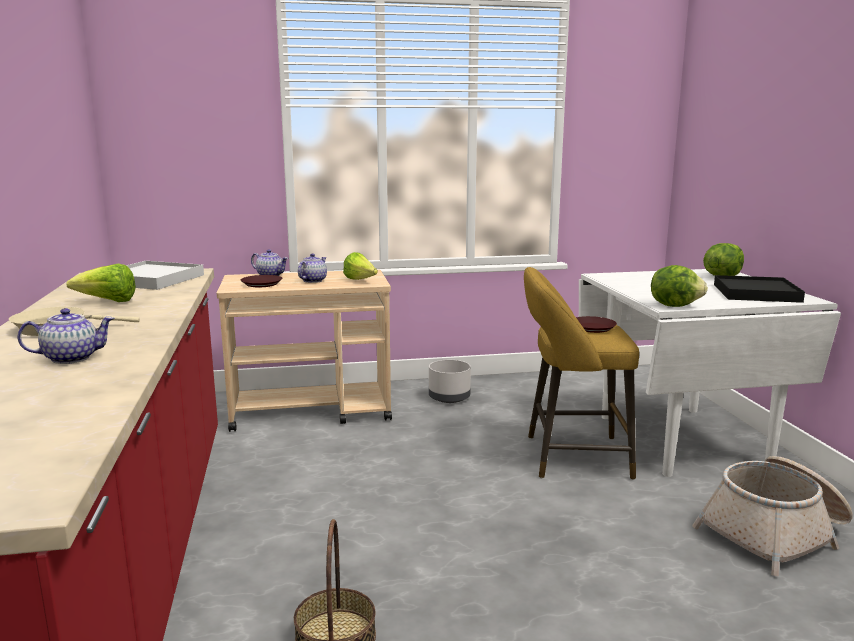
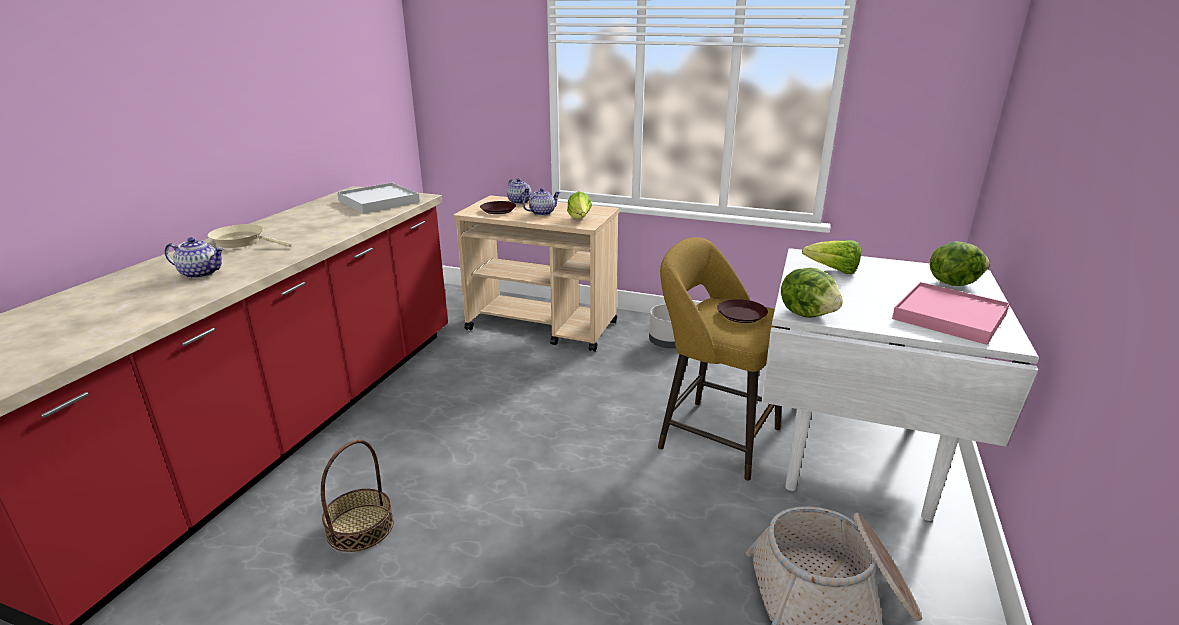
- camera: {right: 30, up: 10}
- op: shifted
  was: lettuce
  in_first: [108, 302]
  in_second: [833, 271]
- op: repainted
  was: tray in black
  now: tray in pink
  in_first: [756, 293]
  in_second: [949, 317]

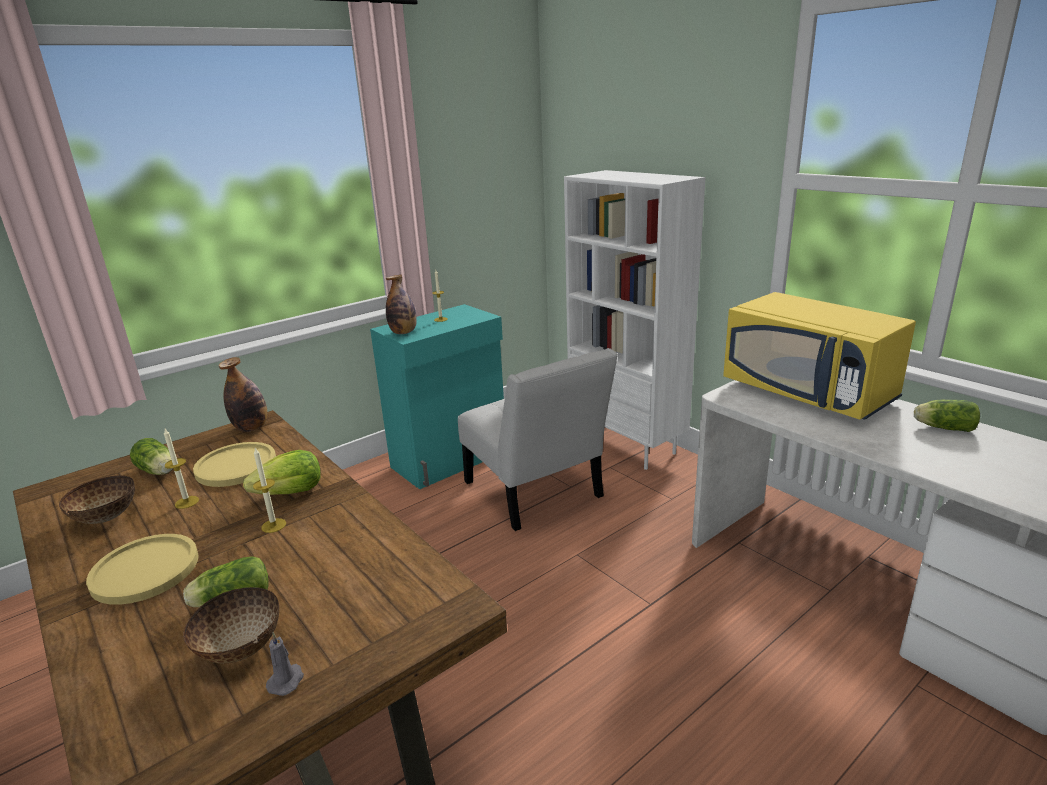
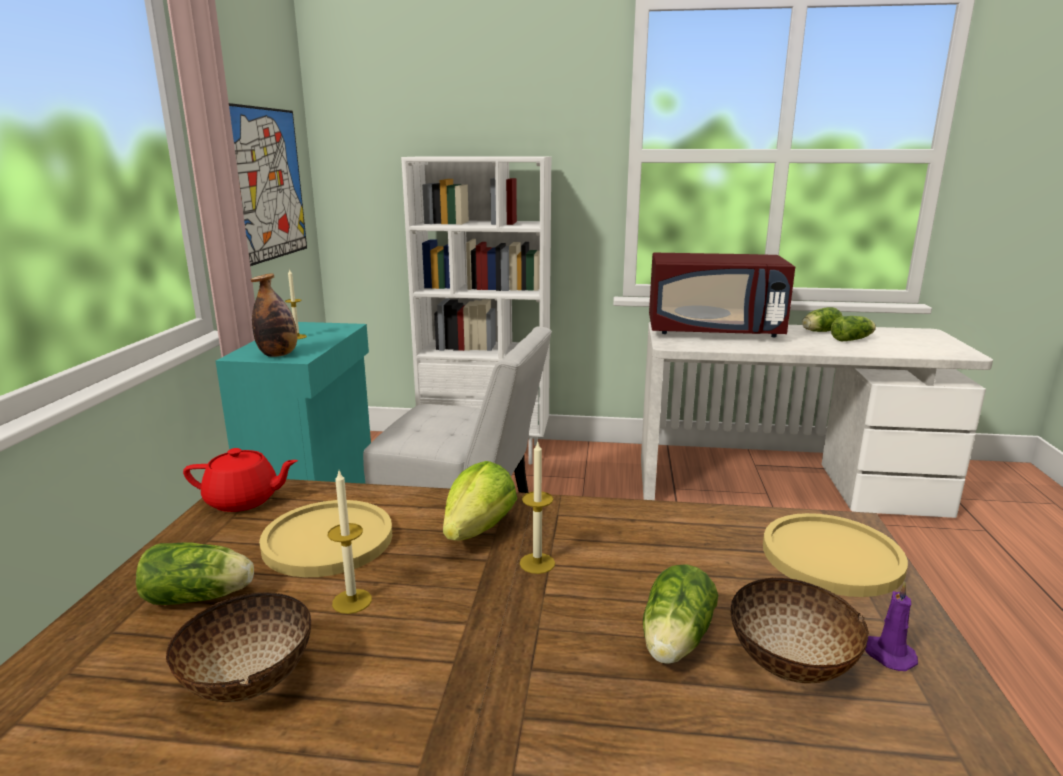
- camera: {right: -45, up: -5}
- op: shifted
  was: plate in yellow
  in_first: [145, 570]
  in_second: [831, 556]
- op: swapped
  was: bottle
  now: teapot in red
  in_first: [251, 428]
  in_second: [244, 500]
- op: repainted
  was: candle in grey
  now: candle in purple
  in_first: [286, 680]
  in_second: [887, 654]
- op: repainted
  was: microwave in yellow
  now: microwave in red
  in_first: [809, 393]
  in_second: [714, 331]
- op: new
  now: picture
  in_second: [265, 184]
- op: new
  now: lettuce
  in_second: [853, 339]

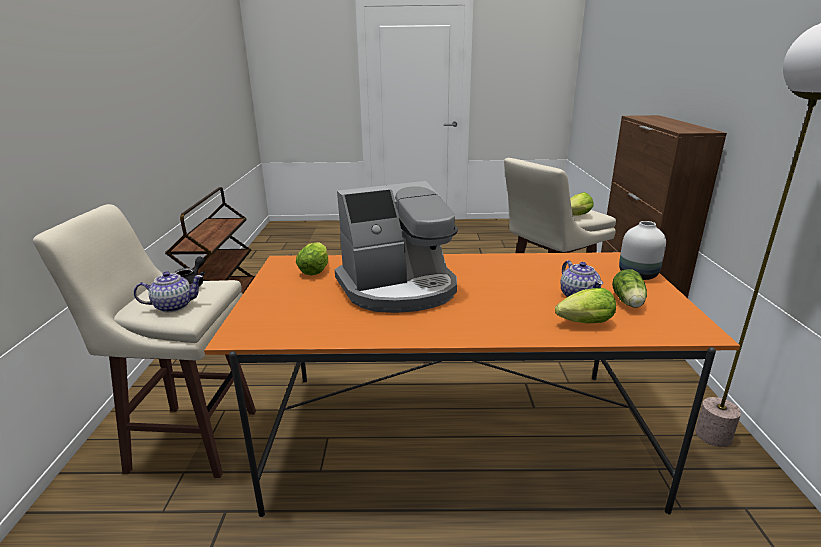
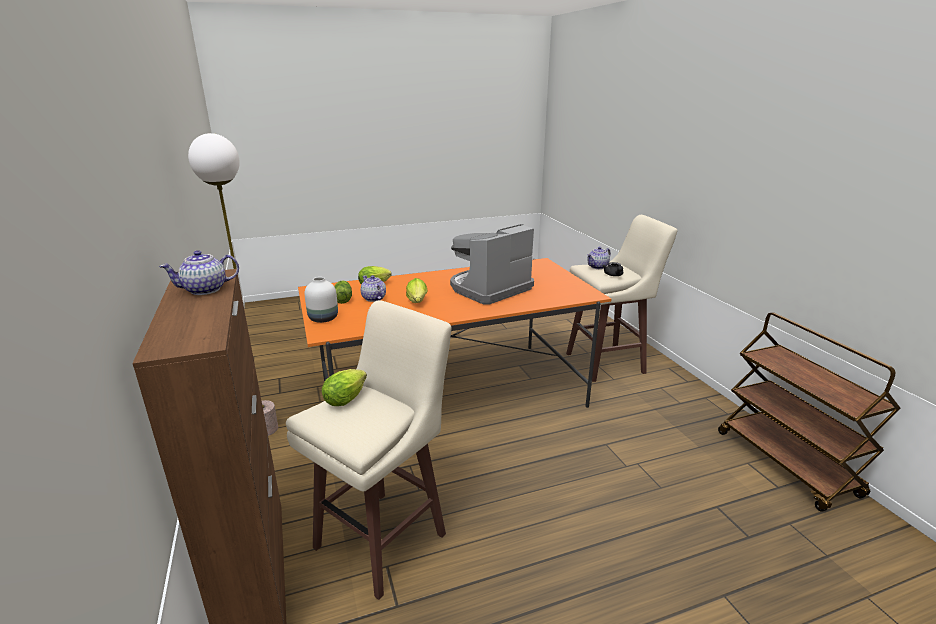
- camera: {right: 160, up: 0}
- op: shifted
  was: lettuce
  in_first: [316, 270]
  in_second: [417, 302]
- op: new
  now: teapot
  in_second: [206, 290]

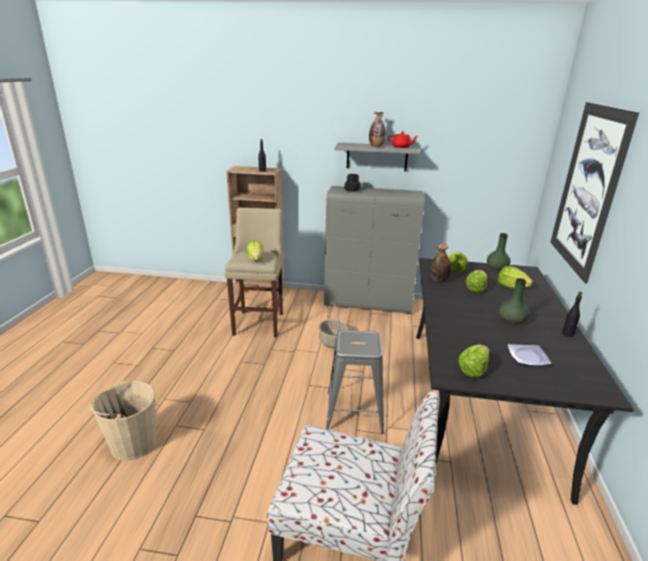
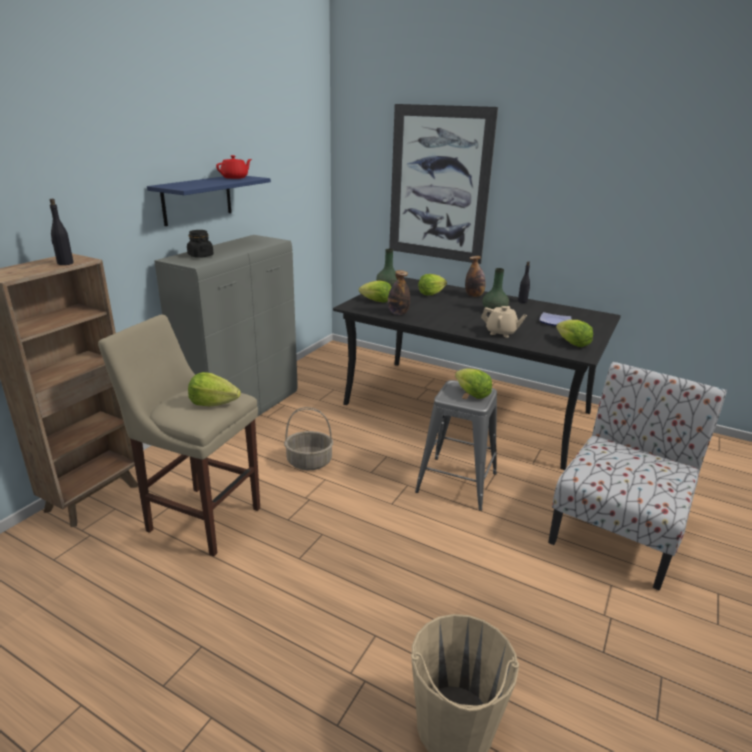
- camera: {right: -70, up: 0}
- op: repainted
  was: shelf in grey
  now: shelf in blue
  in_first: [377, 157]
  in_second: [197, 199]
- op: shifted
  was: bottle
  in_first: [376, 146]
  in_second: [474, 296]
- op: shifted
  was: lettuce
  in_first: [476, 289]
  in_second: [471, 394]
- op: new
  now: teapot in beige
  in_second: [501, 333]

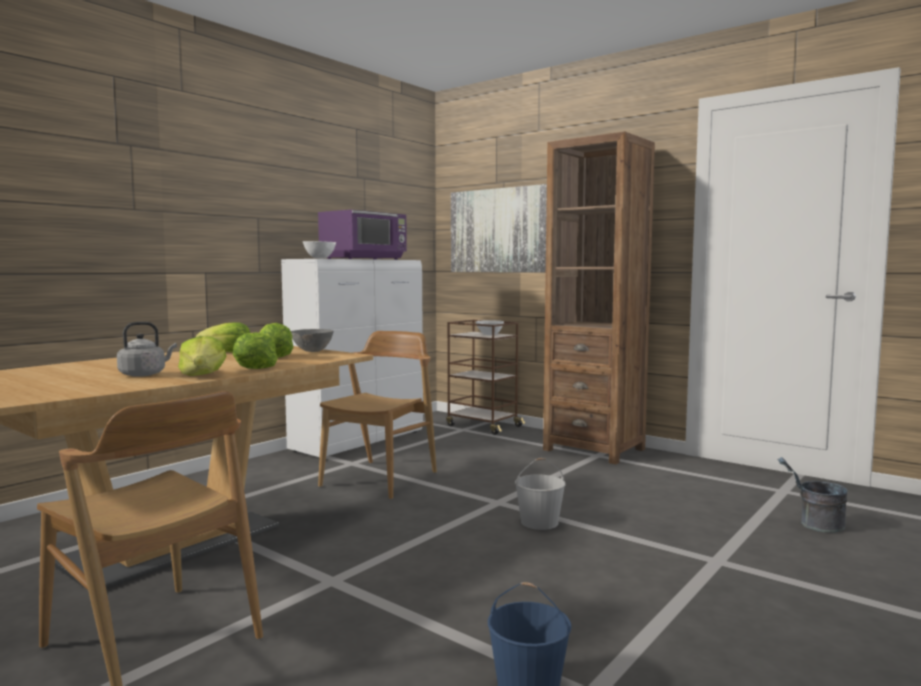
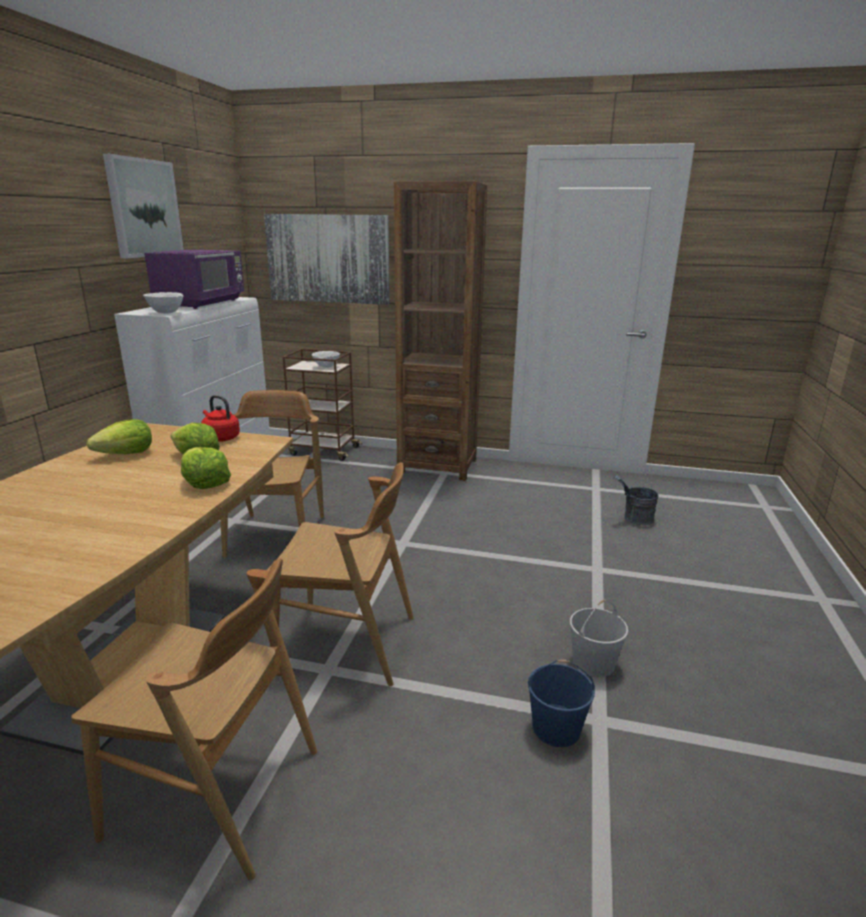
- camera: {right: -25, up: 15}
- op: gone
  was: kettle in grey
  in_first: [145, 374]
- op: gone
  was: lettuce
  in_first: [203, 375]
- op: swapped
  was: bowl in grey
  now: kettle in red
  in_first: [312, 351]
  in_second: [220, 438]
- op: shifted
  was: bucket in white
  in_first: [540, 522]
  in_second: [593, 662]
- op: new
  now: picture
  in_second: [144, 208]
- op: new
  now: chair in brown
  in_second: [347, 643]

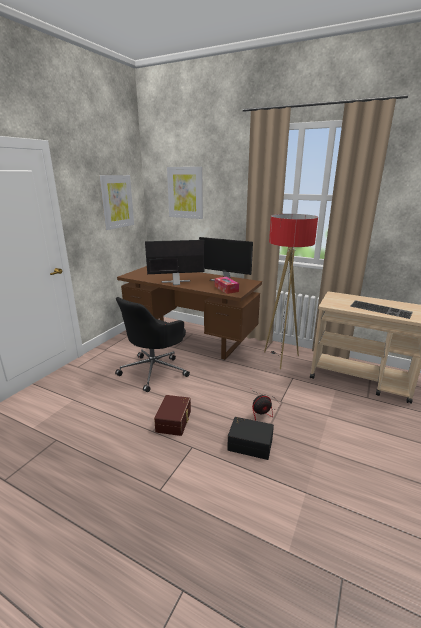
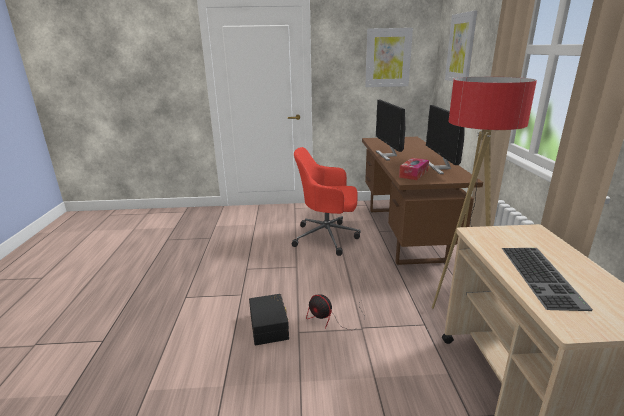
- camera: {right: 60, up: 0}
- op: repainted
  was: office chair in black
  now: office chair in red
  in_first: [154, 370]
  in_second: [327, 237]
- op: rotated
  was: monitor
  in_first: [176, 283]
  in_second: [388, 155]
  clockwise: -150
- op: gone
  was: storage box in brown
  in_first: [174, 421]

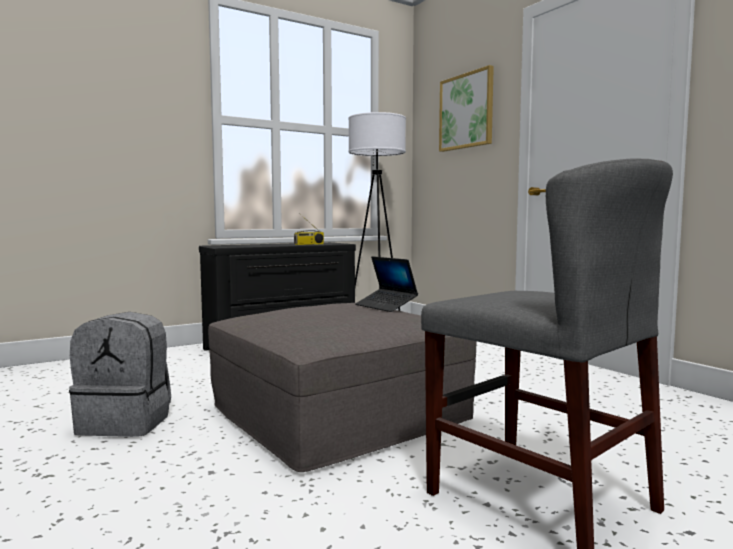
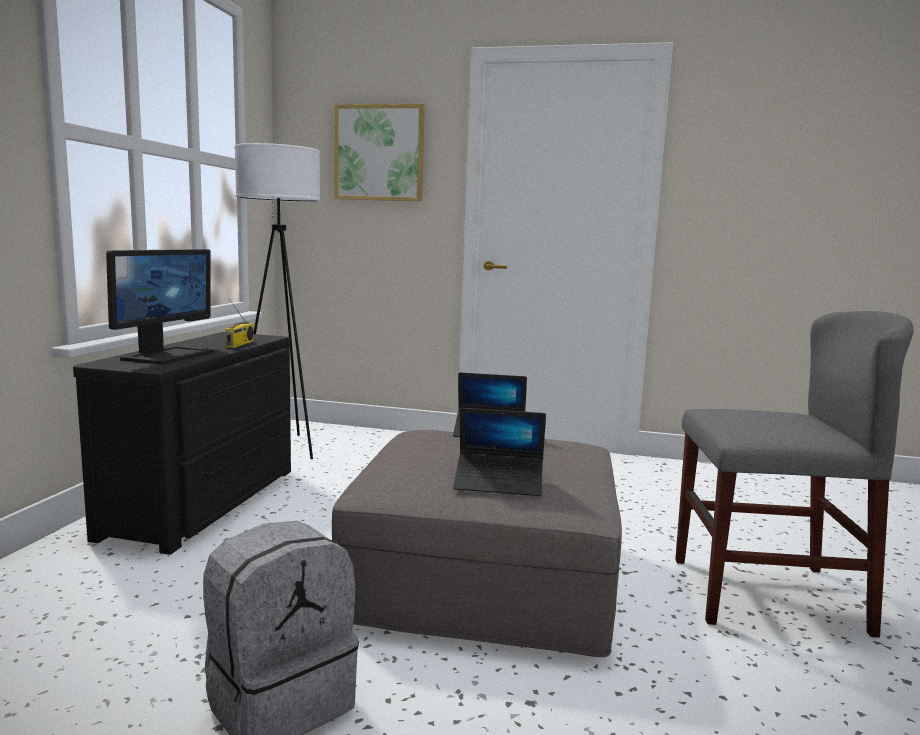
- camera: {right: -45, up: 5}
- op: new
  now: monitor
  in_second: [168, 355]
- op: new
  now: laptop
  in_second: [499, 483]

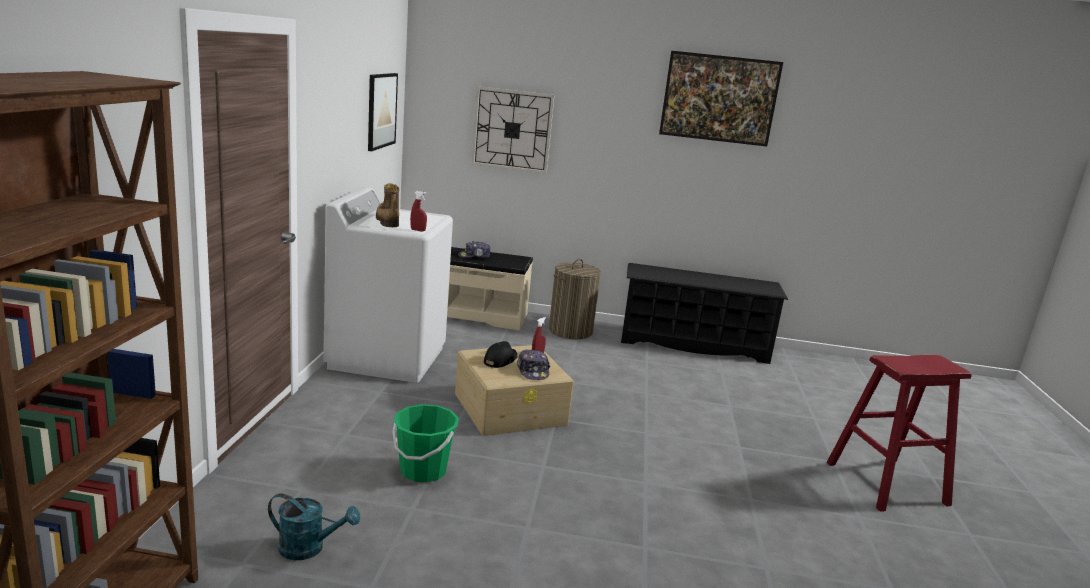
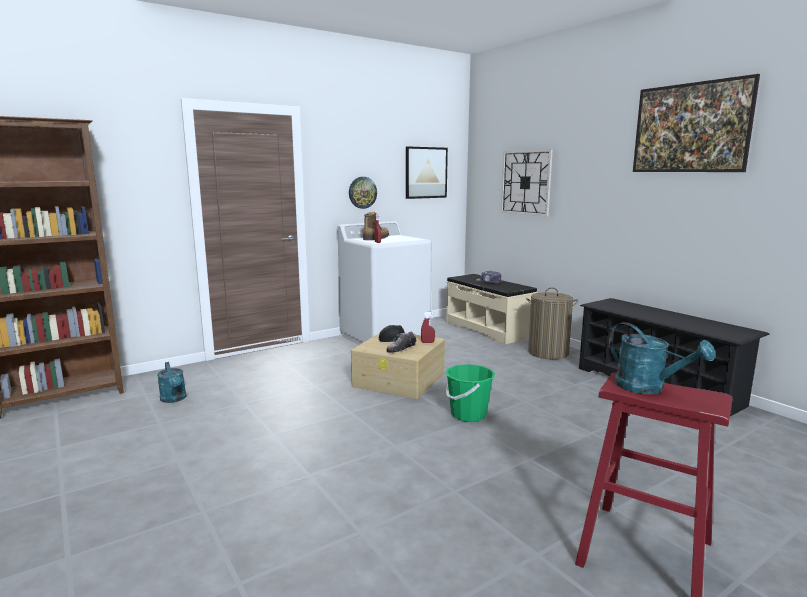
- camera: {right: 50, up: -5}
- op: shifted
  was: bucket in green
  in_first: [423, 471]
  in_second: [468, 414]
- op: swapped
  was: cap
  now: shoe
  in_first: [533, 371]
  in_second: [401, 349]
- op: new
  now: wall clock
  in_second: [362, 192]
- op: new
  now: watering can in turquoise
  in_second: [648, 388]

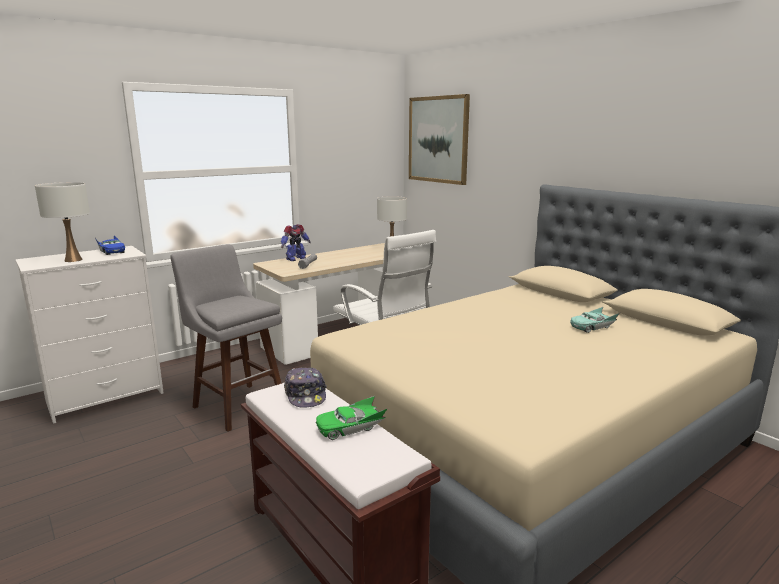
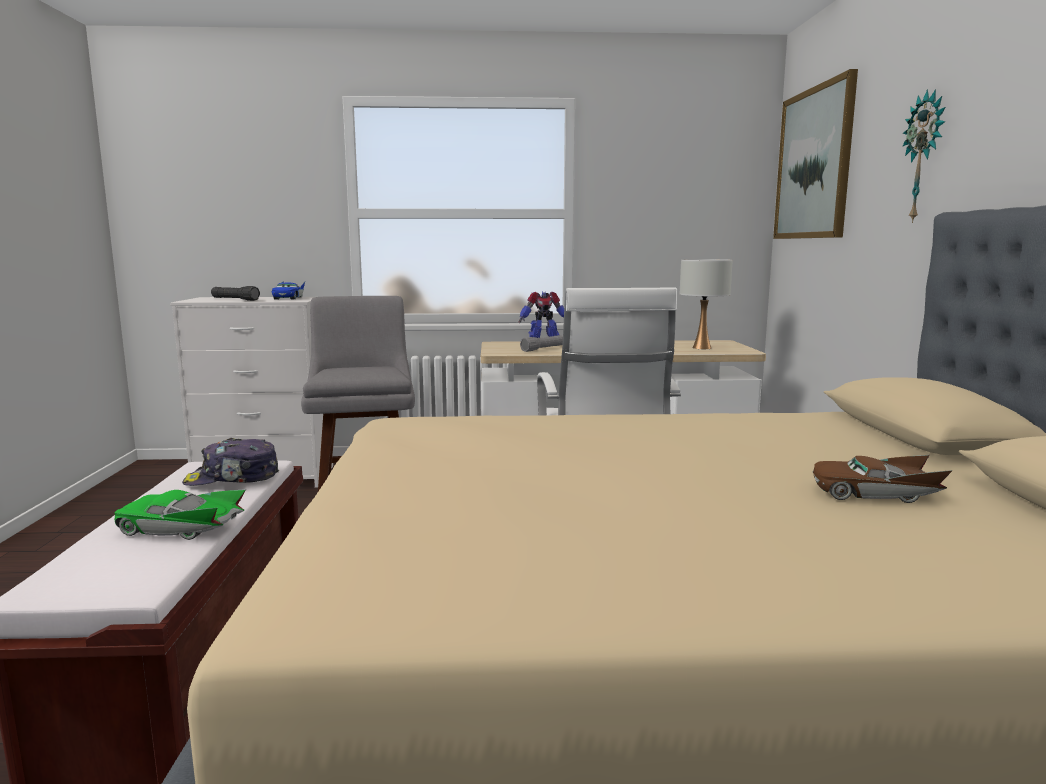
- camera: {right: 35, up: -5}
- op: swapped
  was: table lamp in white
  now: flashlight in black
  in_first: [73, 260]
  in_second: [235, 300]
- op: rotated
  was: cap
  in_first: [305, 395]
  in_second: [232, 479]
  clockwise: 60
- op: repainted
  was: toy car in turquoise
  now: toy car in brown
  in_first: [592, 326]
  in_second: [874, 494]
- op: new
  now: wall clock
  in_second: [925, 157]

